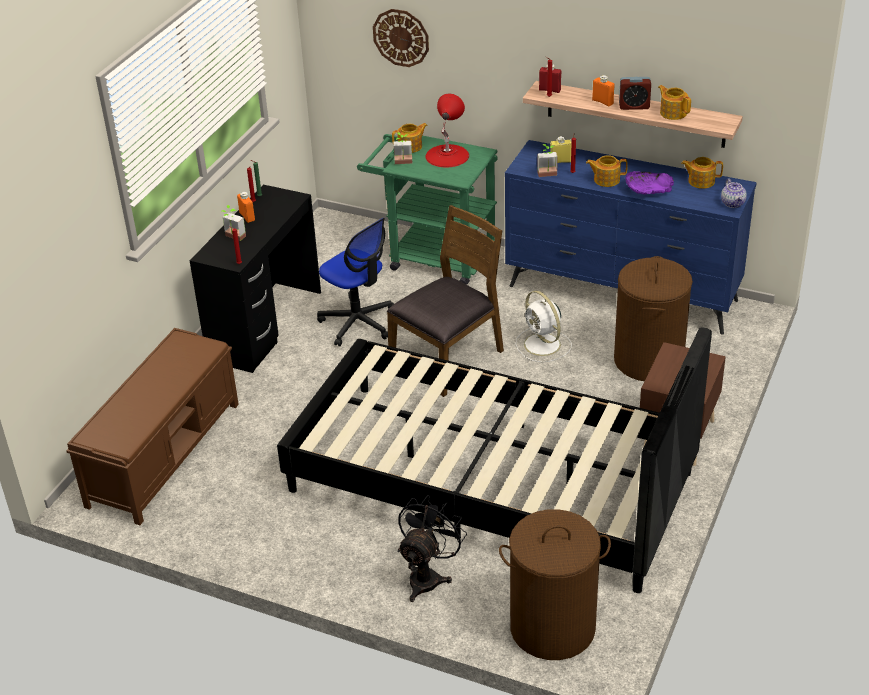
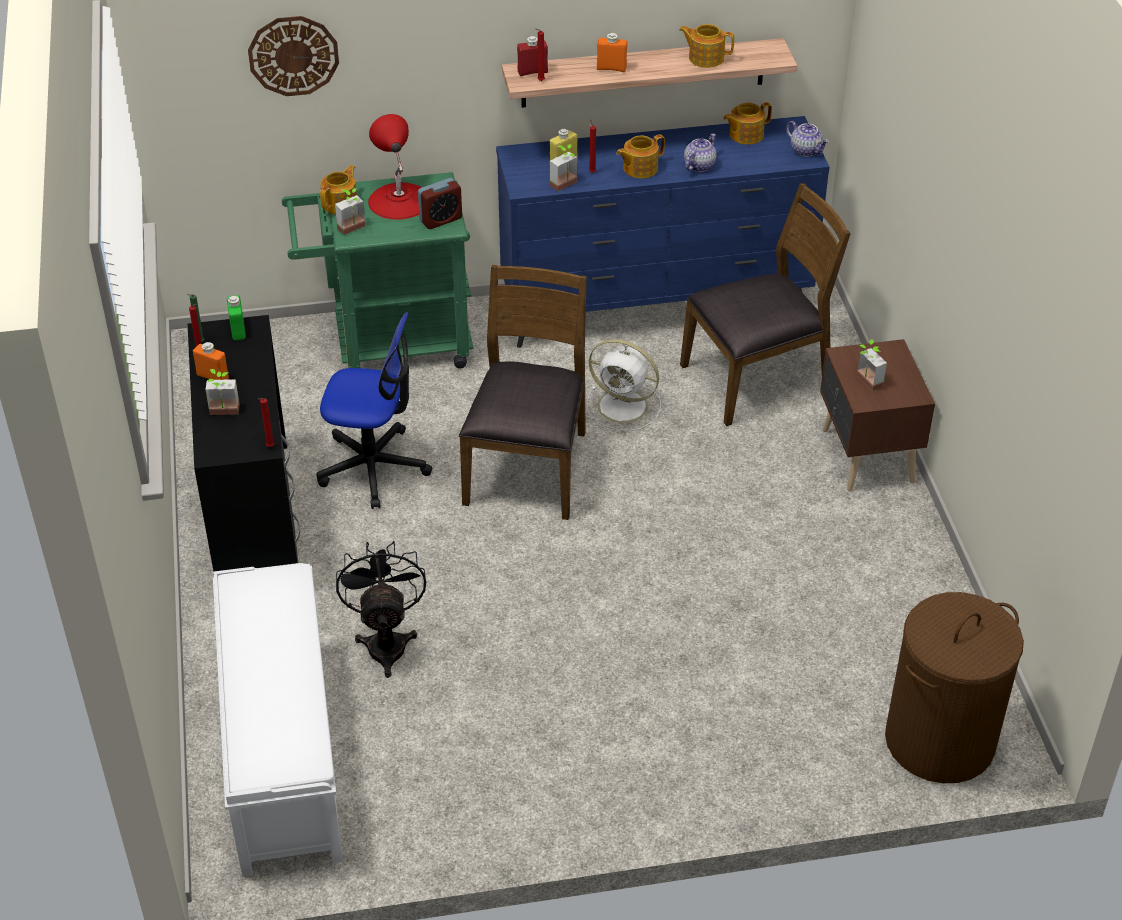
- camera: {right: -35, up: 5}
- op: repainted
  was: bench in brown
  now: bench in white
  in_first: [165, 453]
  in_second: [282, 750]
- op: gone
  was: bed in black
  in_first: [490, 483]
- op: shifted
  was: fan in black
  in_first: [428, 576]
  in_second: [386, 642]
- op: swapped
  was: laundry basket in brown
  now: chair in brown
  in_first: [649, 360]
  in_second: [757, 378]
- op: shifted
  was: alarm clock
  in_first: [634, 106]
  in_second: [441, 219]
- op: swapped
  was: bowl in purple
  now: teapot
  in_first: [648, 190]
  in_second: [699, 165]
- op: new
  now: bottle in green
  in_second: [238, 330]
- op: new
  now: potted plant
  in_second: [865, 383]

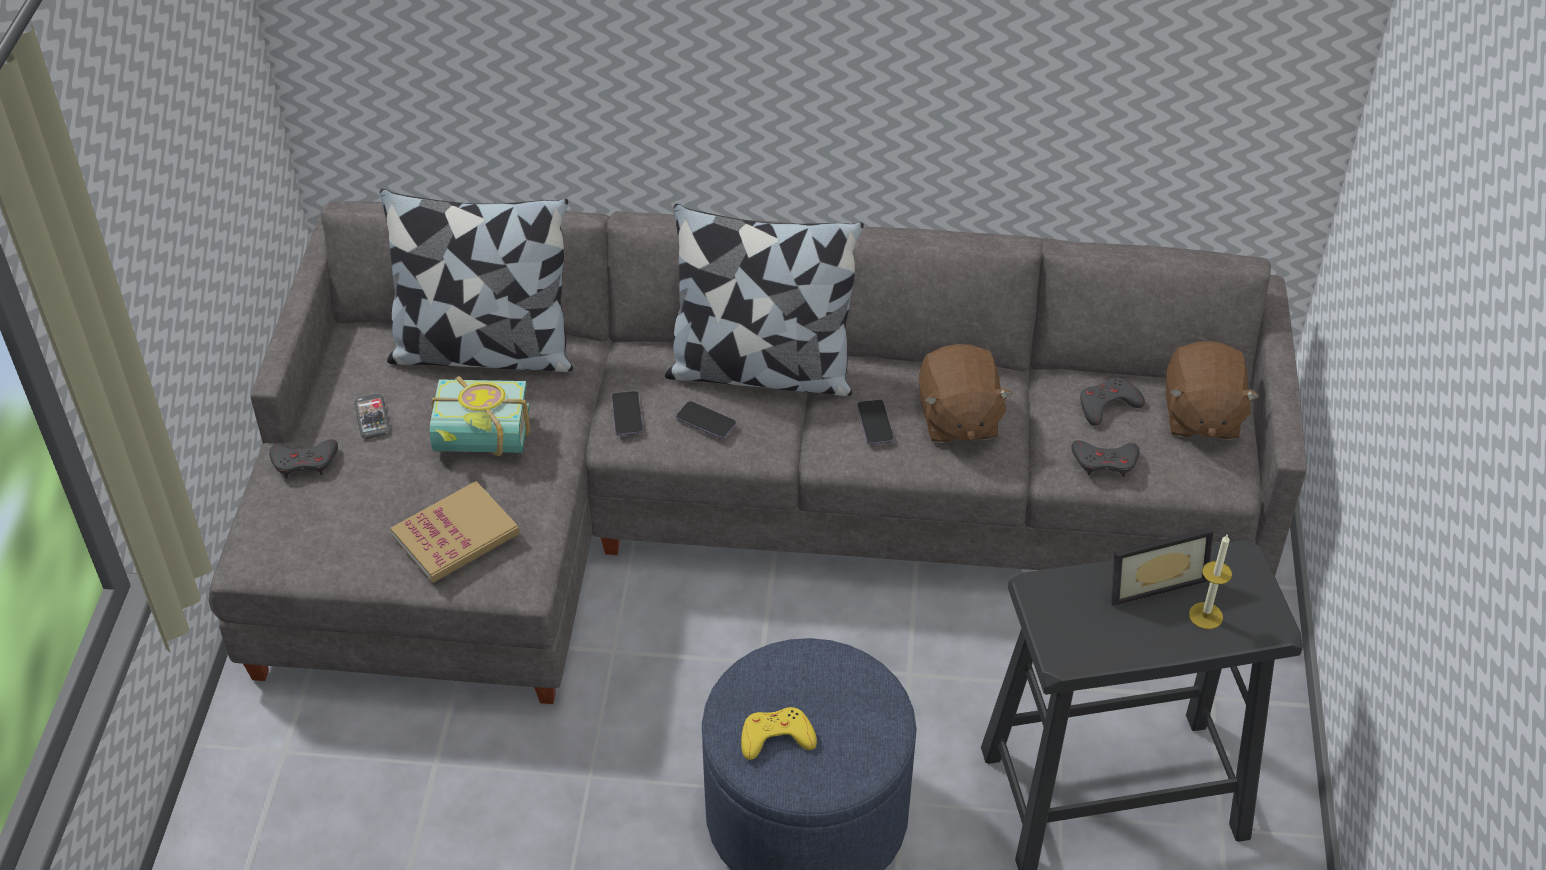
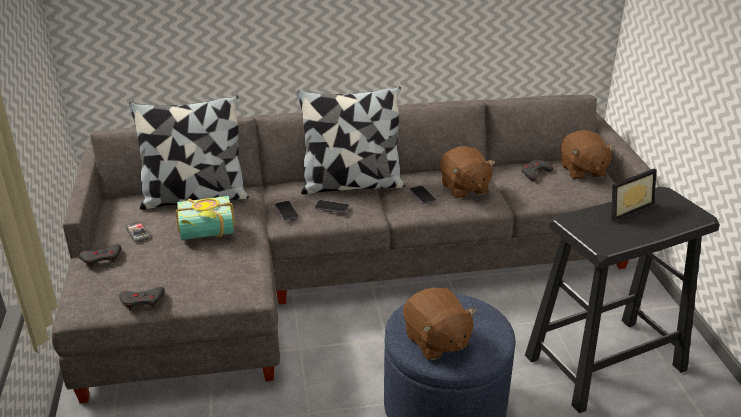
- camera: {right: -15, up: -15}
- op: gone
  was: book
  in_first: [455, 535]
- op: swapped
  was: game controller in yellow
  now: plush toy in brown
  in_first: [776, 737]
  in_second: [436, 341]
- op: shifted
  was: game controller in grey
  in_first: [1105, 462]
  in_second: [142, 301]
- op: gone
  was: candle
  in_first: [1205, 615]

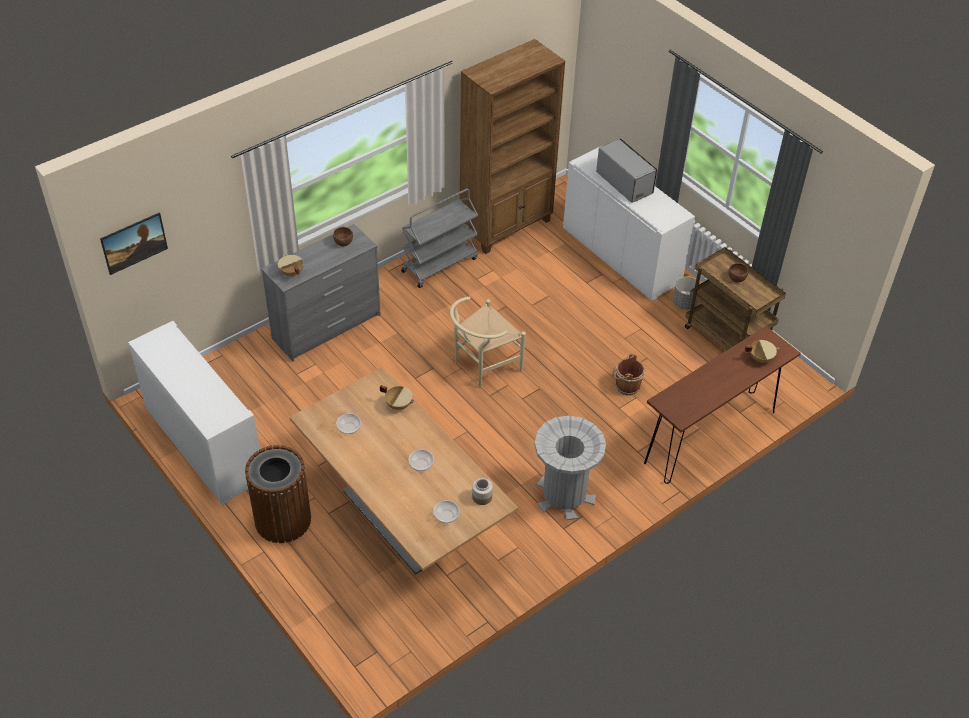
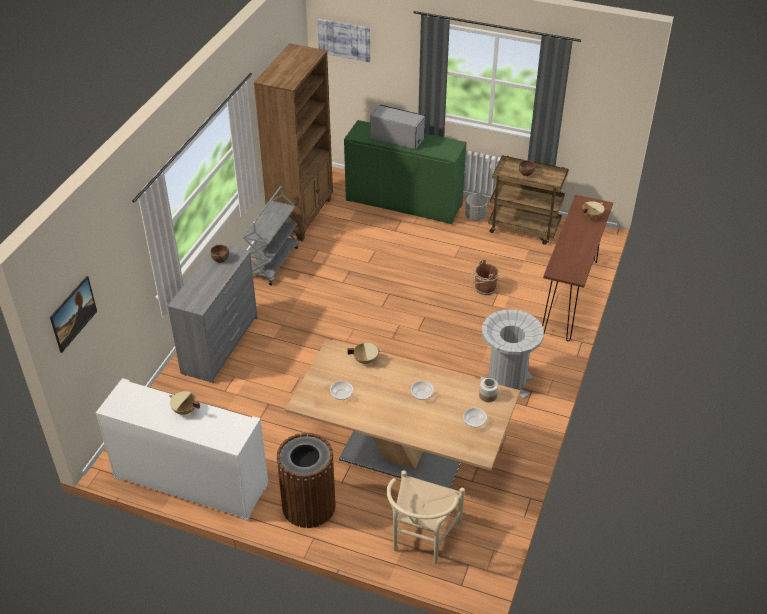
- camera: {right: -30, up: -5}
- op: shifted
  was: cooking pot in beige
  in_first: [291, 273]
  in_second: [185, 410]
- op: shifted
  was: chair in beige
  in_first: [482, 367]
  in_second: [421, 540]
- op: repainted
  was: cabinet in white
  now: cabinet in green
  in_first: [621, 255]
  in_second: [404, 203]
- op: new
  now: picture
  in_second: [344, 39]

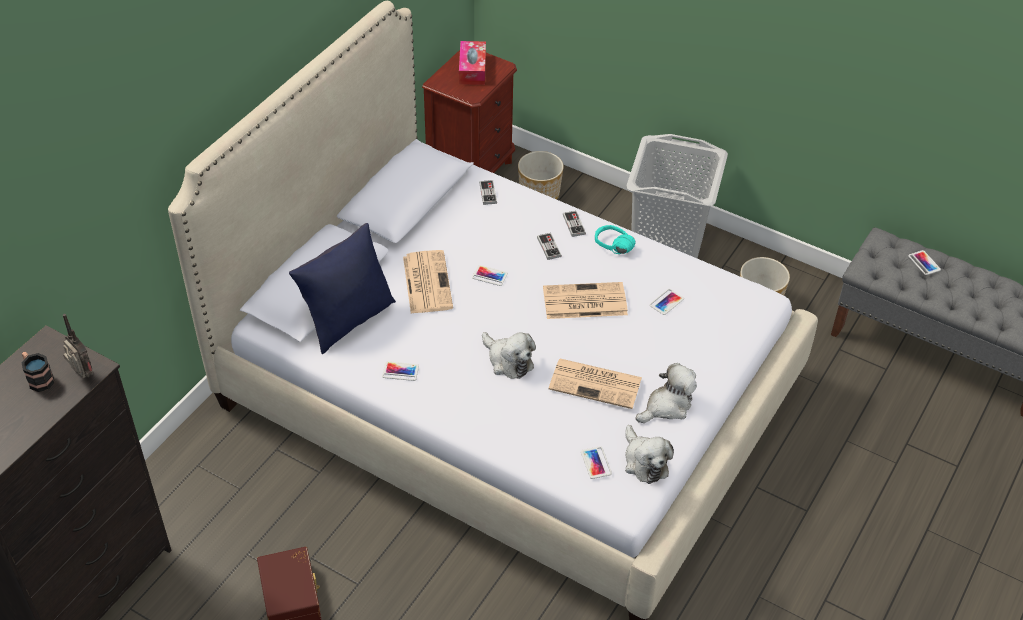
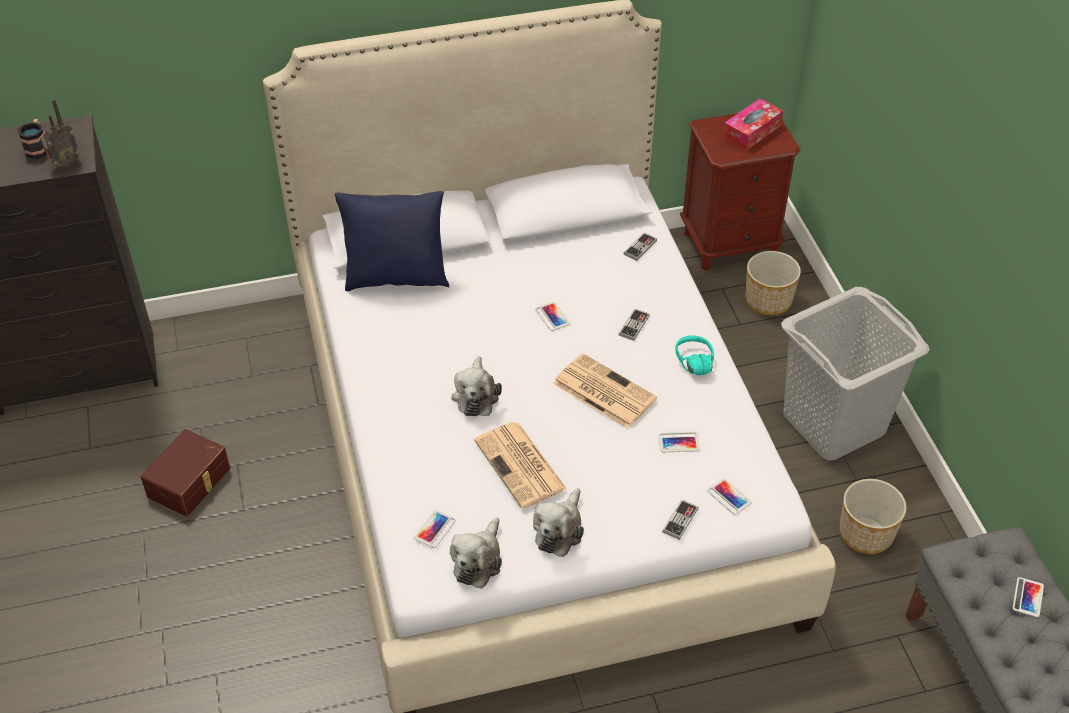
- camera: {right: 45, up: 0}
- op: rotated
  was: radio
  in_first: [82, 376]
  in_second: [64, 164]
  clockwise: 45
- op: shifted
  was: phone
  in_first: [400, 371]
  in_second: [729, 496]
- op: gone
  was: newspaper
  in_first: [426, 282]
- op: shifted
  was: game controller
  in_first: [574, 224]
  in_second: [680, 520]
- op: rotated
  was: plush toy
  in_first: [667, 406]
  in_second: [559, 530]
  clockwise: 105

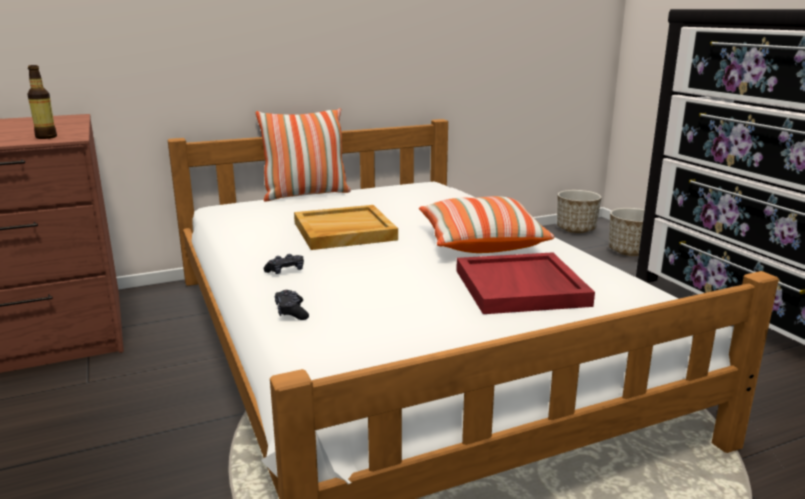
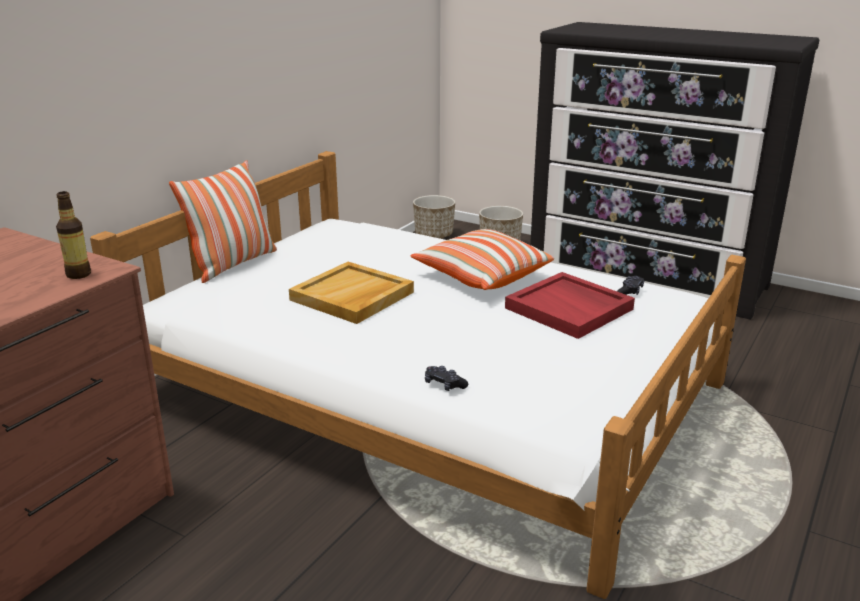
- camera: {right: -35, up: 5}
- op: shifted
  was: game controller in black
  in_first: [285, 271]
  in_second: [629, 292]

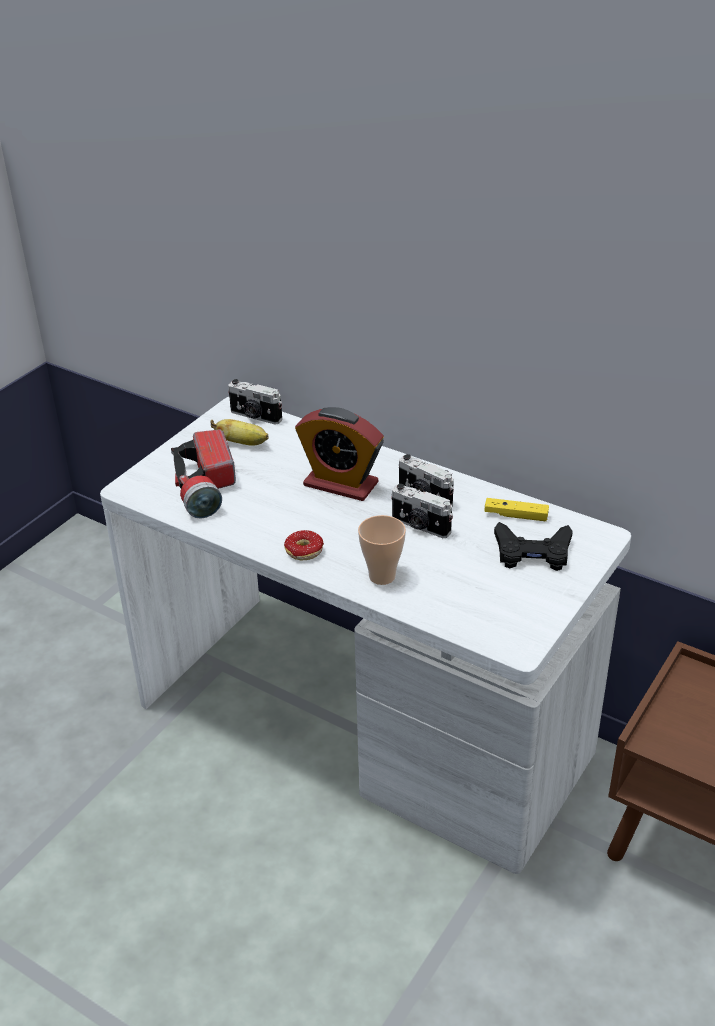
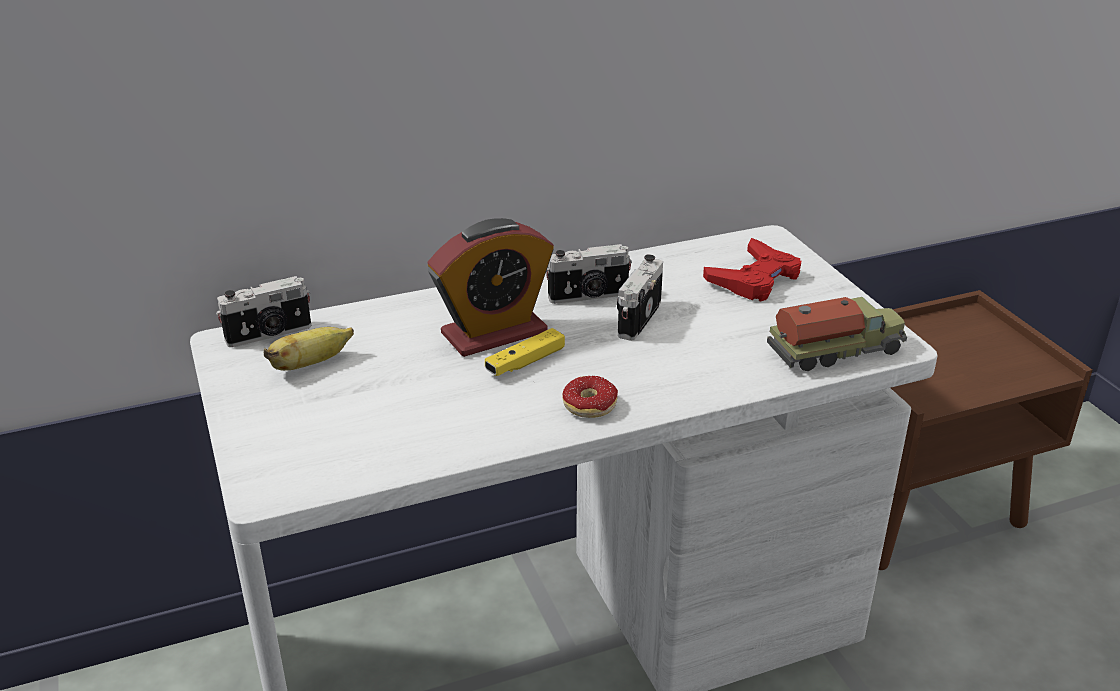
- camera: {right: -55, up: -5}
- op: gone
  was: flashlight
  in_first: [205, 487]
- op: gone
  was: cup
  in_first: [382, 576]
- op: rotated
  was: photo camera
  in_first: [420, 526]
  in_second: [636, 318]
  clockwise: 135
- op: shifted
  was: game controller in yellow
  in_first: [516, 515]
  in_second: [525, 362]
- op: repainted
  was: game controller in black
  now: game controller in red
  in_first: [532, 552]
  in_second: [754, 279]
- op: new
  now: toy truck
  in_second: [836, 351]

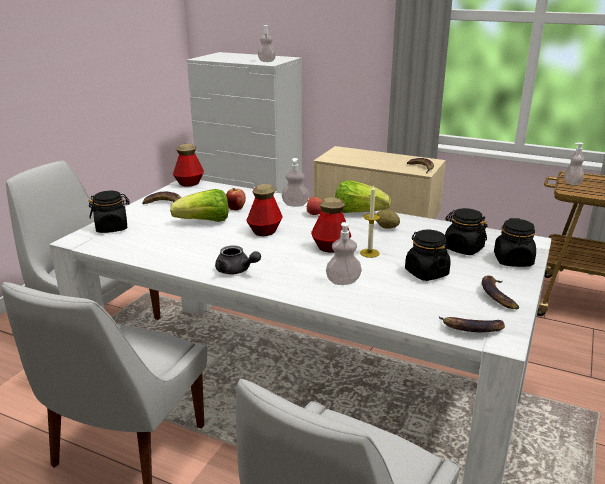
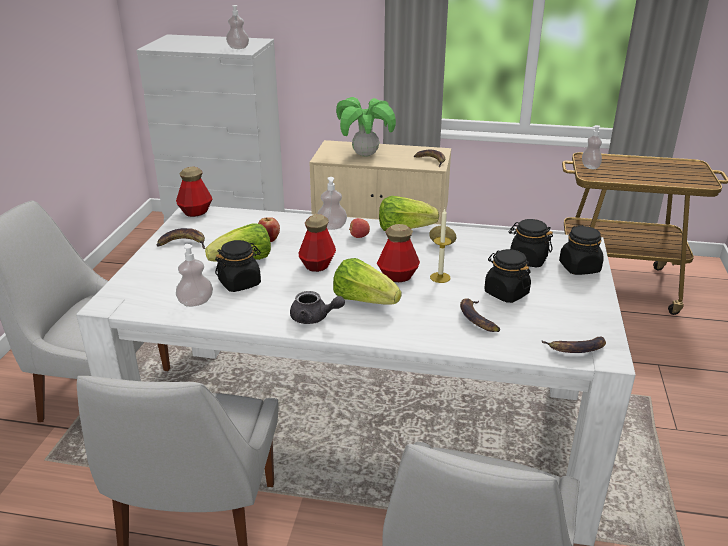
- camera: {right: -15, up: 5}
- op: shifted
  was: jar in black
  in_first: [112, 228]
  in_second: [240, 283]
- op: shifted
  was: soap dispenser
  in_first: [343, 281]
  in_second: [196, 302]
- op: shifted
  was: banana
  in_first: [497, 296]
  in_second: [477, 319]
- op: new
  now: lettuce
  in_second: [364, 300]
- op: new
  now: potted plant
  in_second: [365, 154]

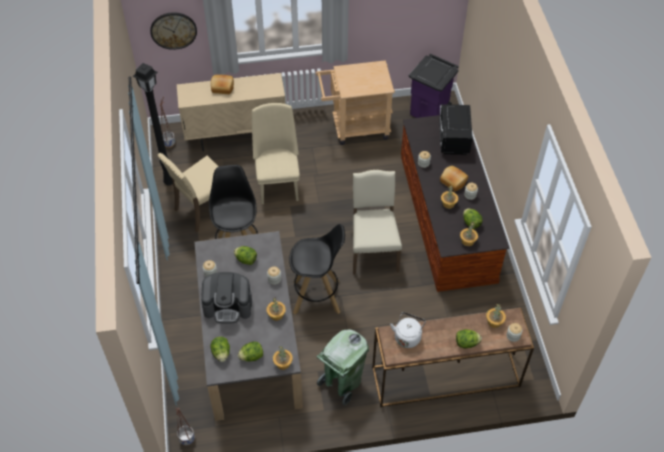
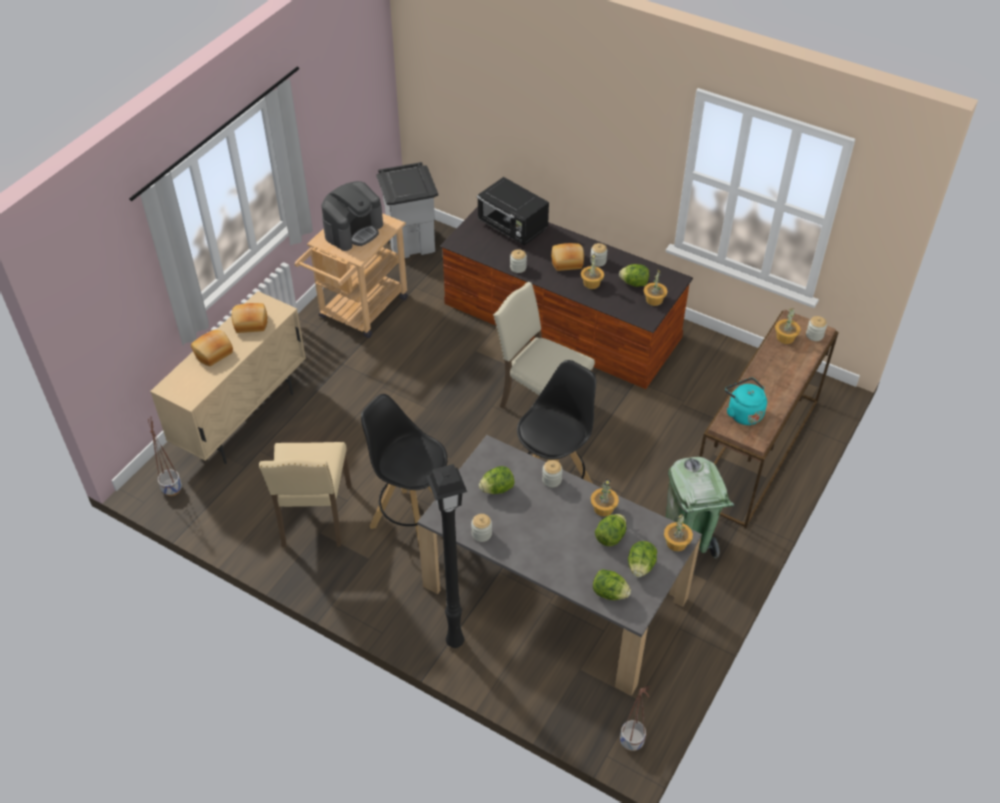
- camera: {right: -50, up: -5}
- op: shifted
  was: floor lamp in black
  in_first: [168, 182]
  in_second: [454, 643]
- op: gone
  was: wall clock
  in_first: [173, 30]
- op: shifted
  was: coffee machine
  in_first: [228, 305]
  in_second: [353, 230]
- op: gone
  was: chair in beige
  in_first: [278, 185]
- op: repainted
  was: kettle in white
  now: kettle in turquoise
  in_first: [407, 336]
  in_second: [743, 413]
- op: repainted
  was: trash can in purple
  now: trash can in grey
  in_first: [430, 112]
  in_second: [411, 243]
- op: shifted
  was: lettuce
  in_first: [466, 343]
  in_second: [610, 537]
- op: new
  now: bread
  in_second: [250, 323]

